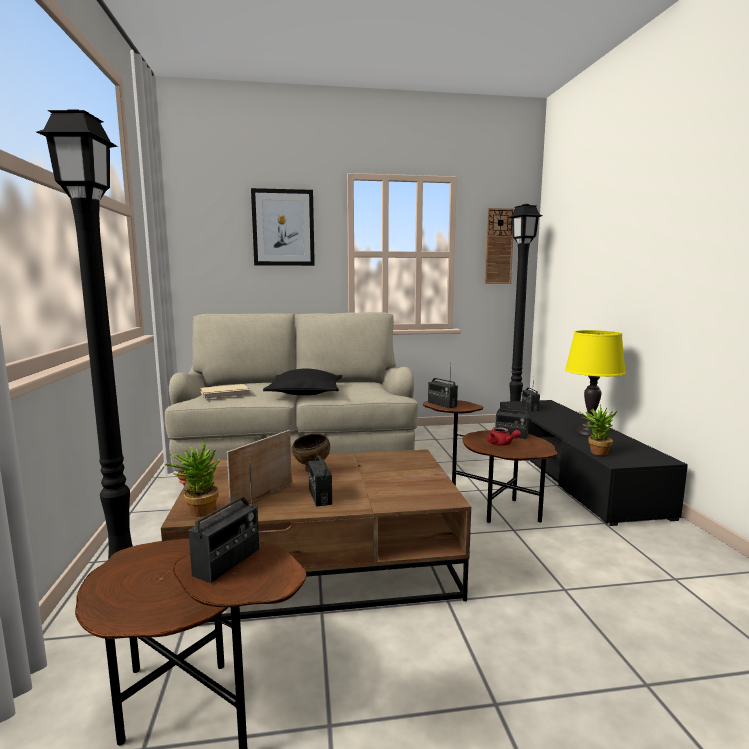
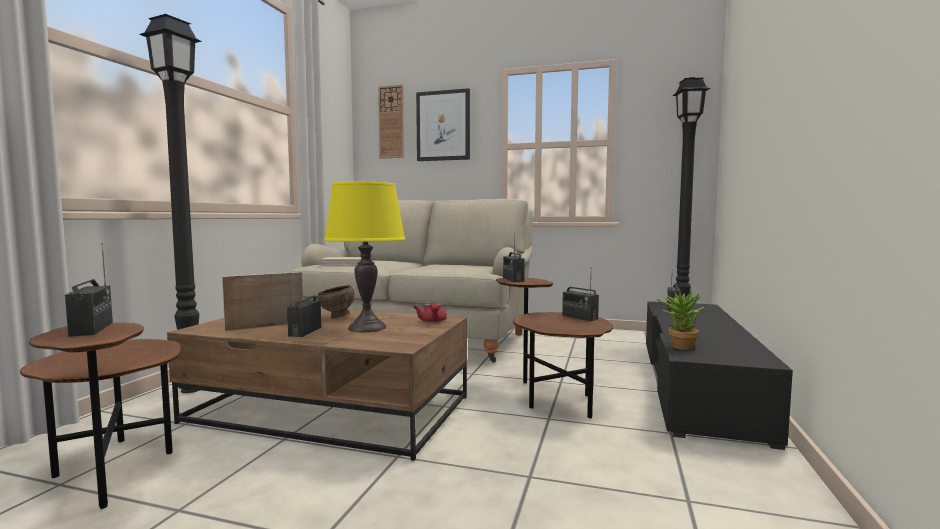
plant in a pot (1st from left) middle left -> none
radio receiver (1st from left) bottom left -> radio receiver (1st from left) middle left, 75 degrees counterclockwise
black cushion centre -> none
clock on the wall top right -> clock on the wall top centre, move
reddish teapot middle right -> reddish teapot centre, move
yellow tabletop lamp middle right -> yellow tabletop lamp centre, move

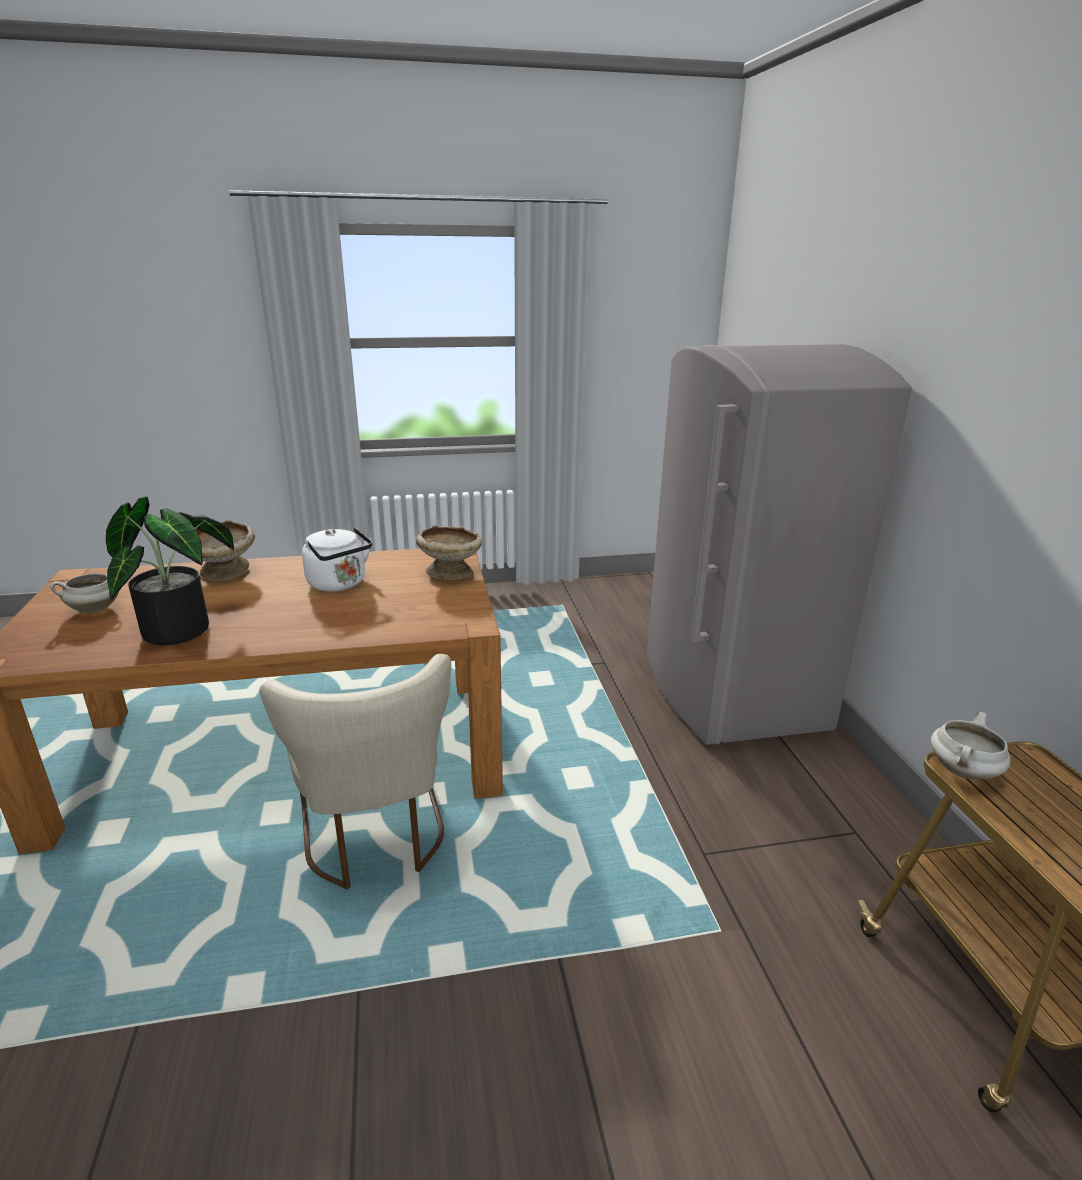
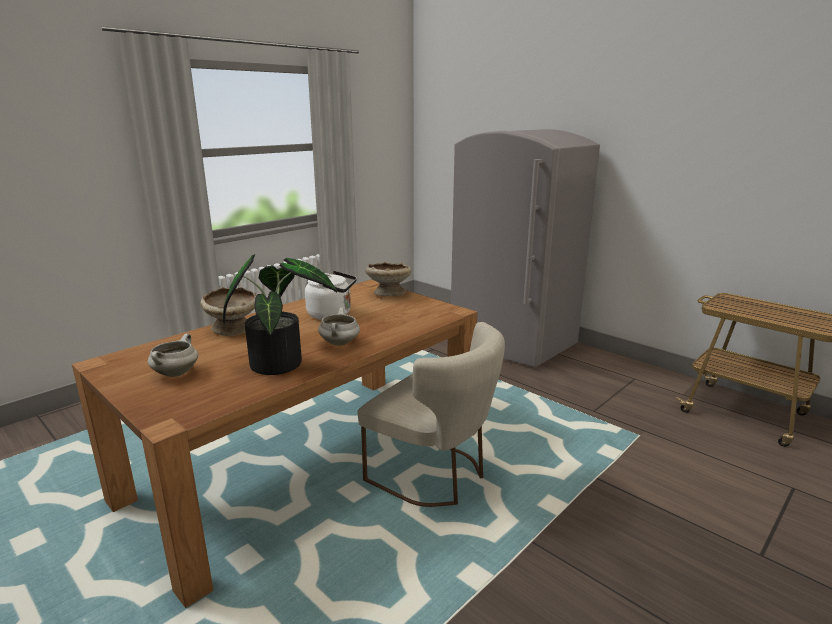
white cooking pot (2nd from left) middle right -> white cooking pot (2nd from left) centre, move

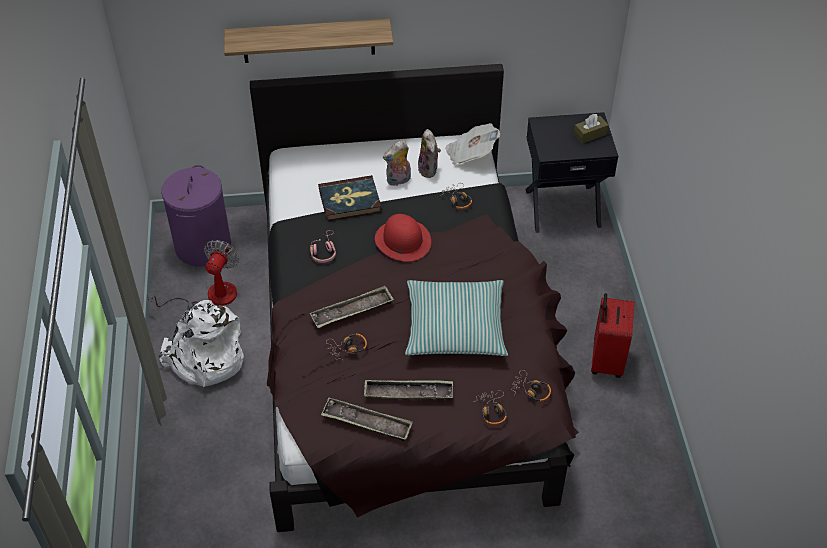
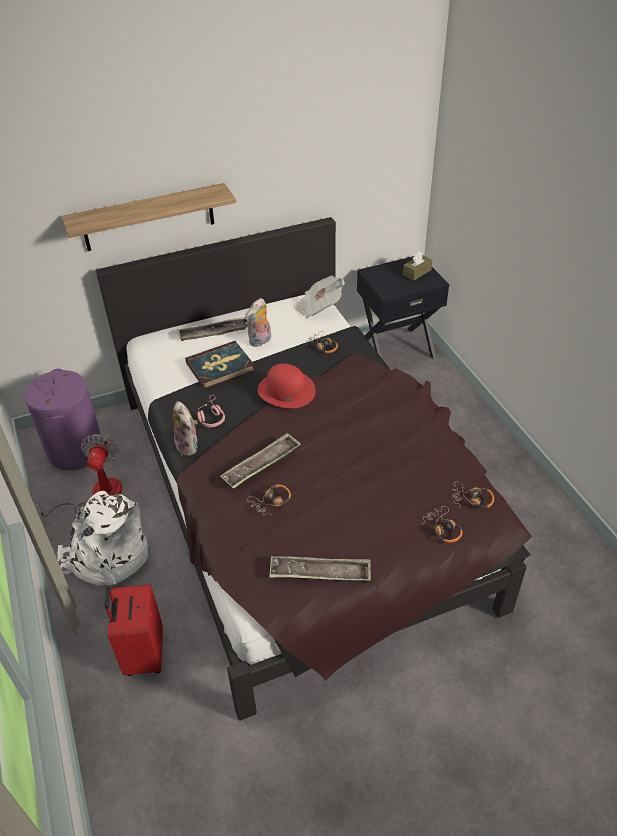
carrying tray (3rd from left in the first image) bottom centre -> carrying tray (1st from left) centre, move
cushion centre -> none
soft toy (2nd from left in the first image) top centre -> soft toy (1st from left) middle left, move
reddish travel case middle right -> reddish travel case bottom left, move

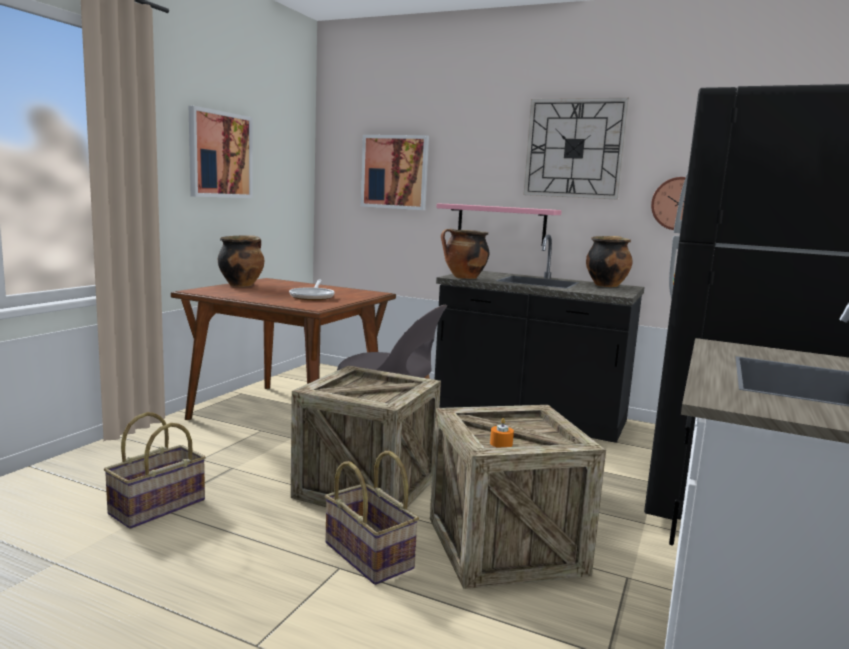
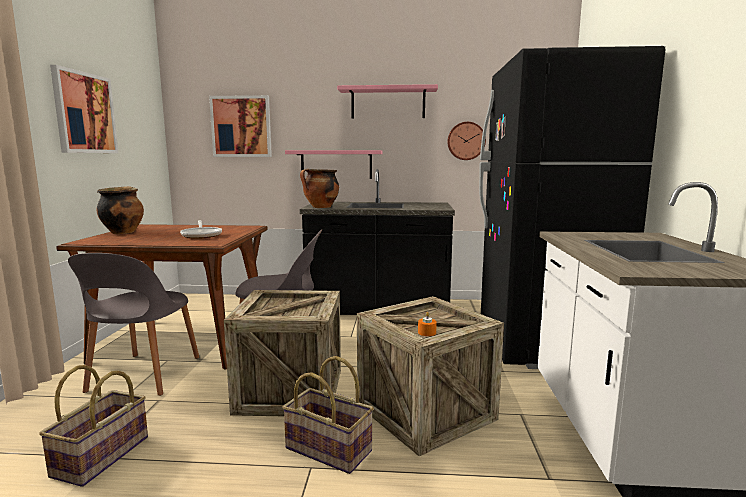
clock on the wall (1st from left) top right -> pink shelf (2nd from left) top centre
cooking pot (3rd from left) middle right -> none
none -> gray chair (1st from left) middle left

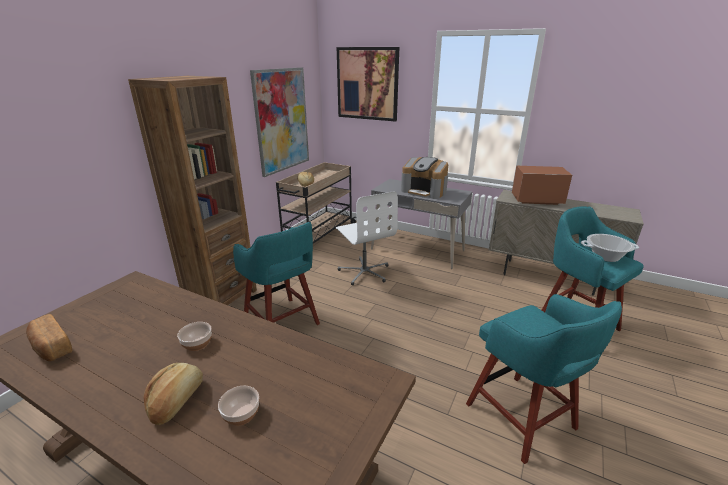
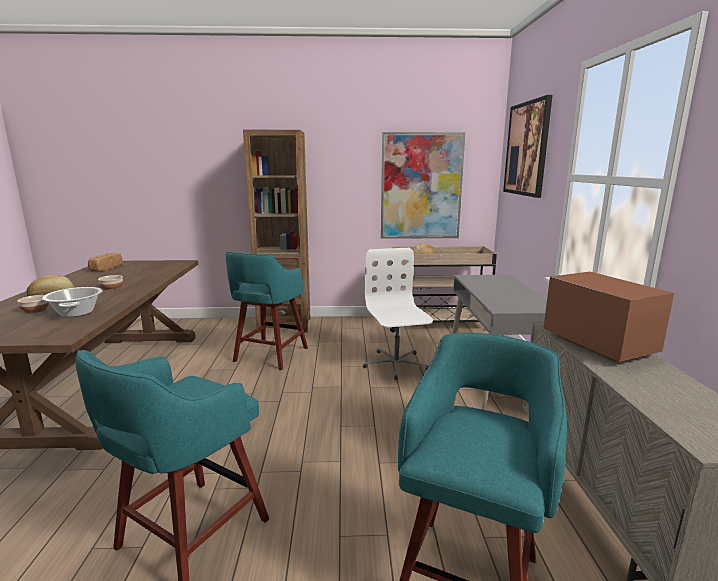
white office chair centre, 135 degrees clockwise
coffee maker centre -> none
cooking pot middle right -> cooking pot middle left, move

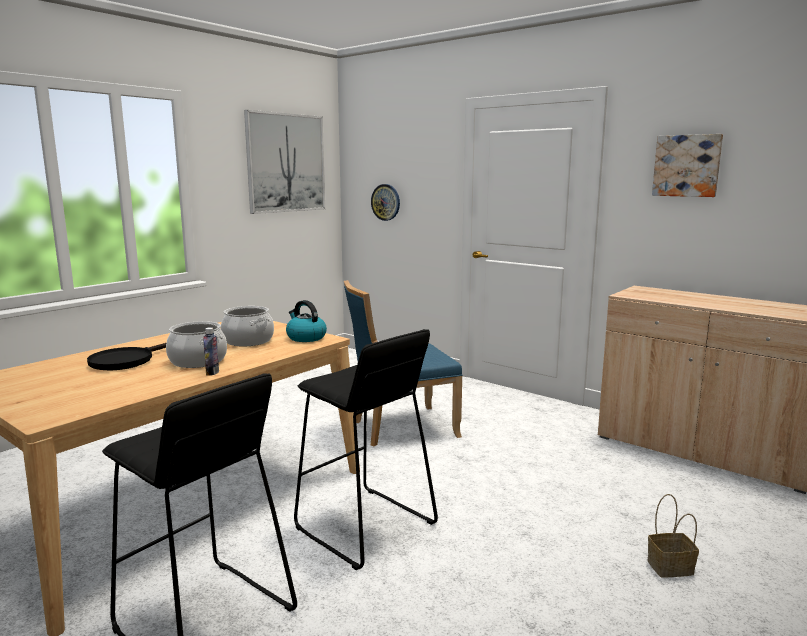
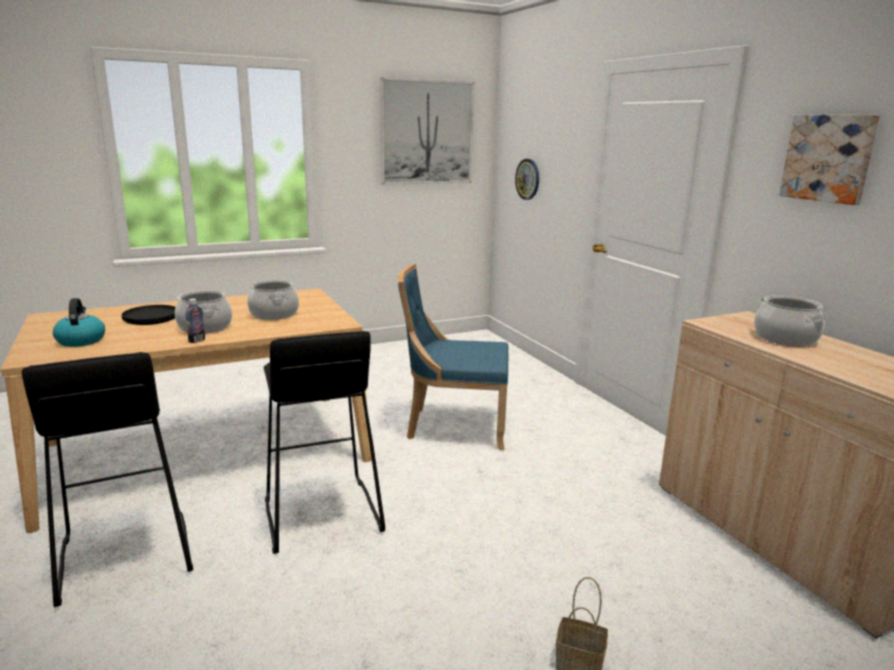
tea kettle centre -> tea kettle middle left, move
none -> cooking pot (3rd from left) middle right

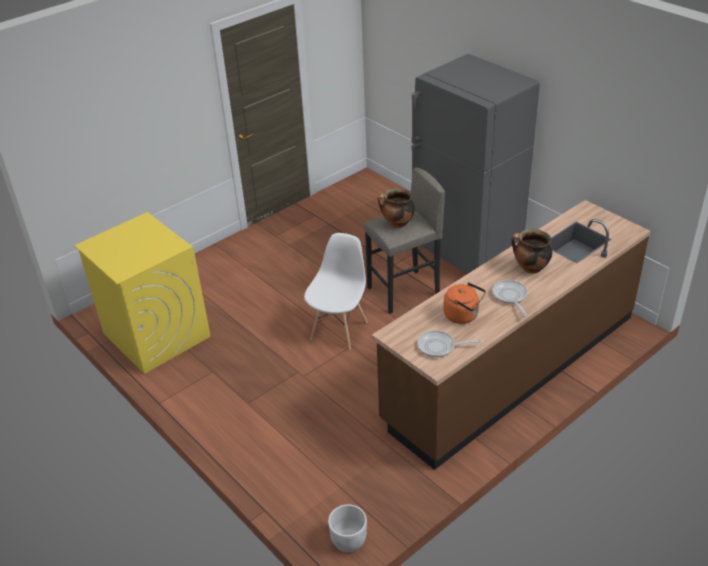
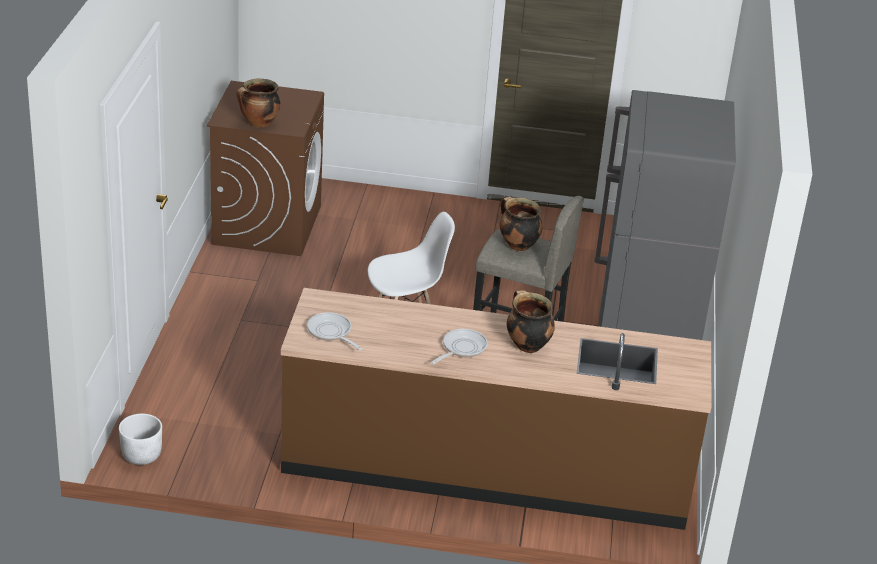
yellow laundry machine middle left -> brown laundry machine top left
orangey tea kettle centre -> none
none -> cooking pot (1st from left) top left

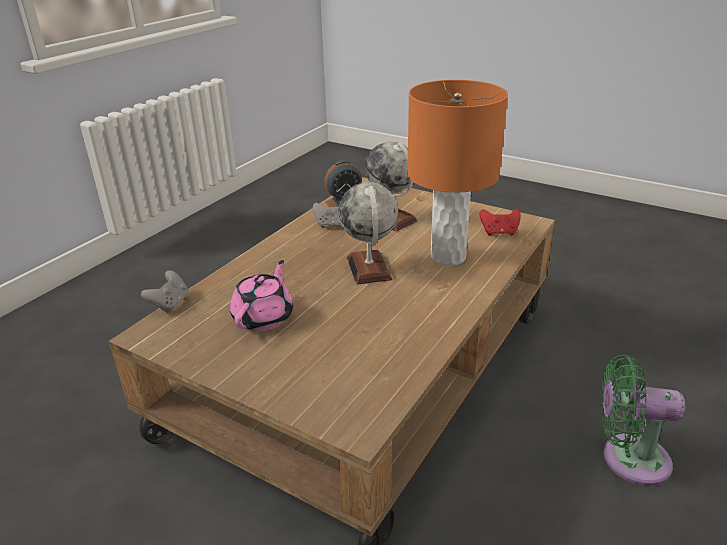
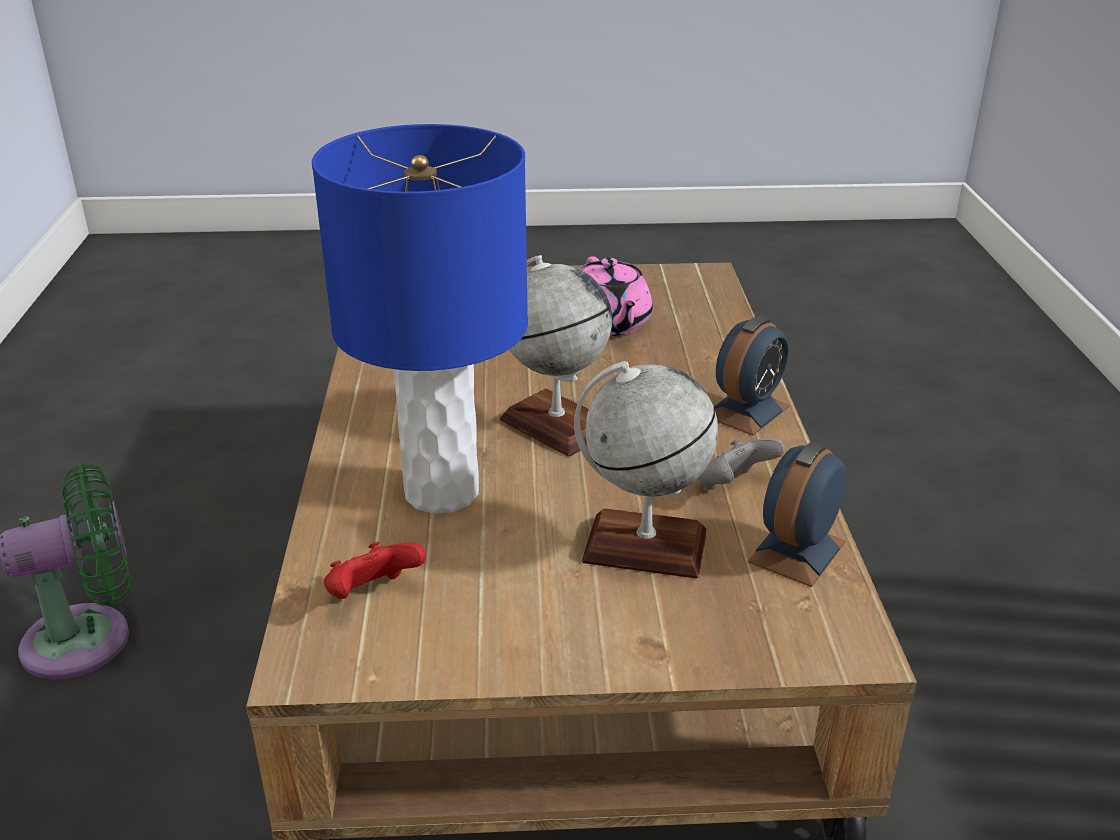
gray joypad (1st from left) middle left -> none
orangey tabletop lamp top centre -> blue tabletop lamp centre
none -> table clock (1st from left) middle right

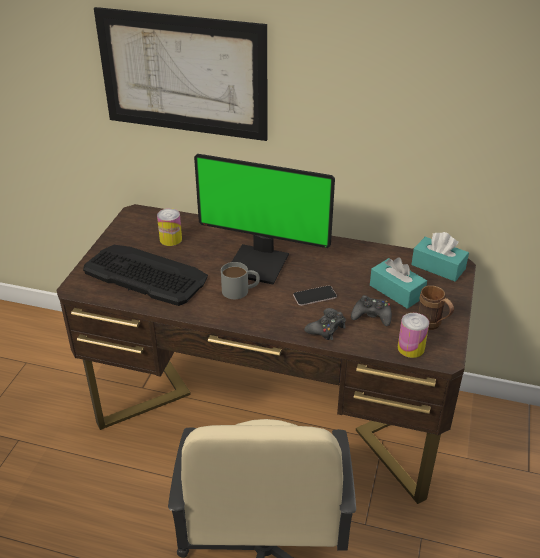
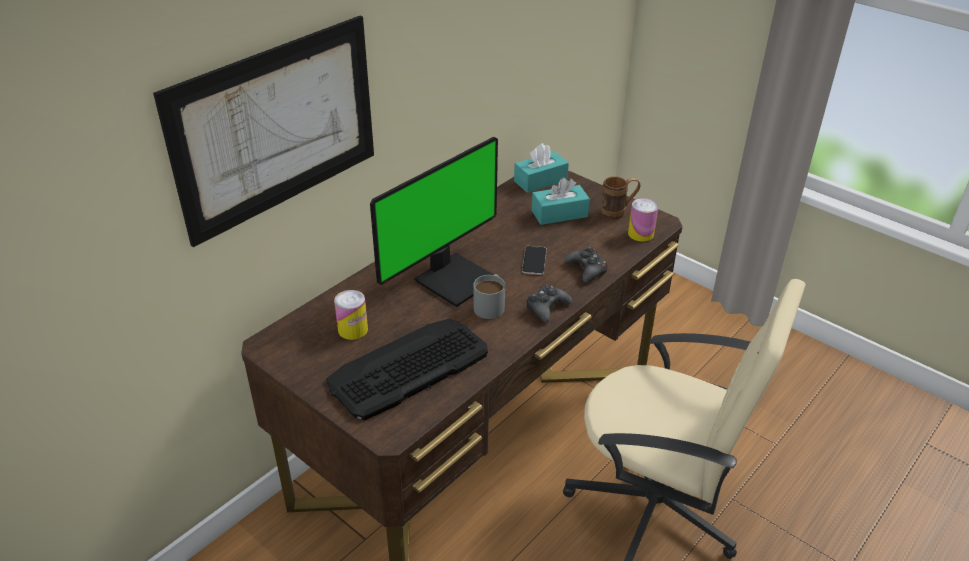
black joypad (2nd from left in the first image) middle right -> black joypad (1st from left) centre, move

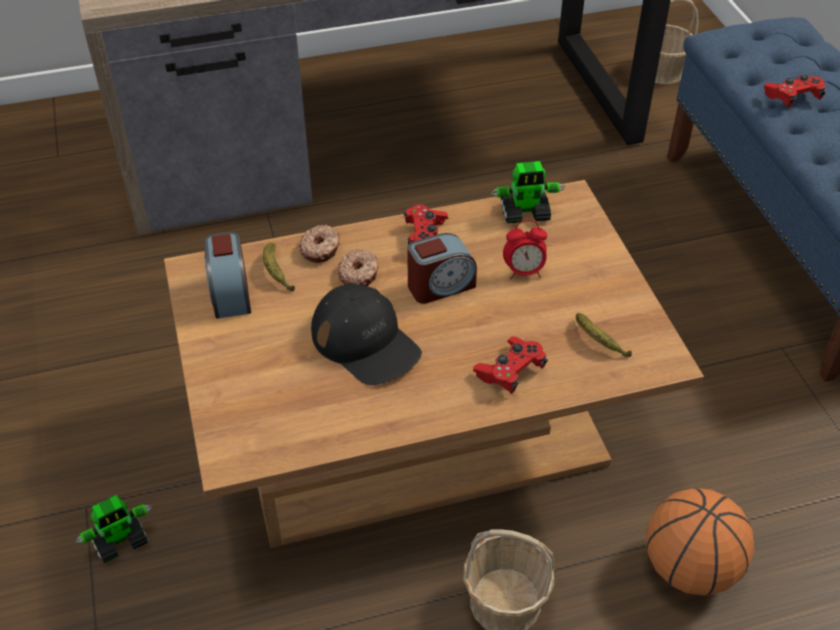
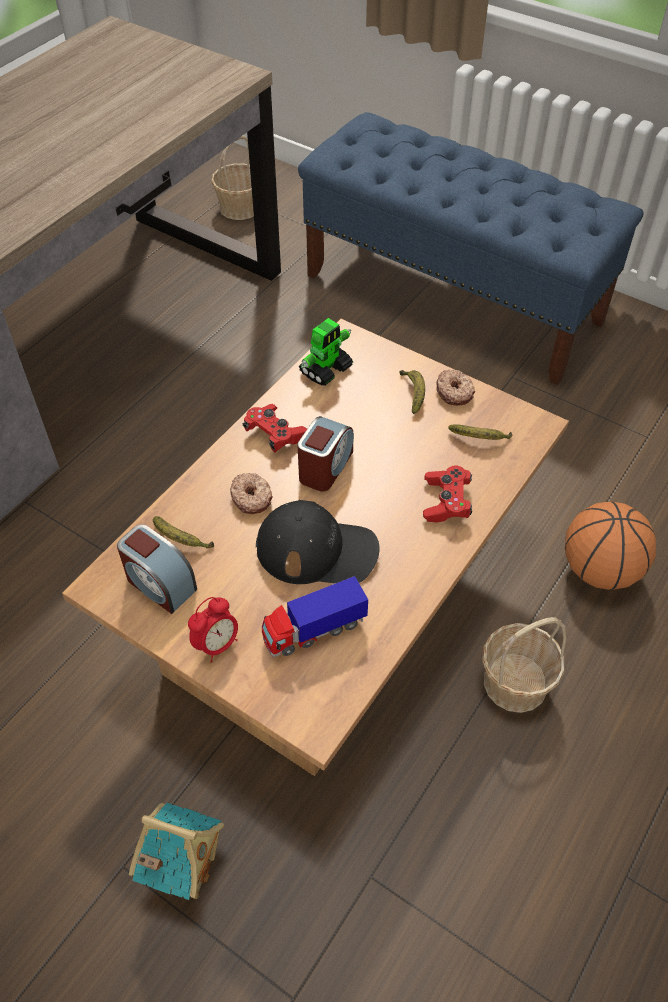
toy robot (1st from left) bottom left -> toy house bottom left
donut (1st from left in the first image) centre -> donut (2nd from left) middle right, move
table clock (3rd from left in the first image) centre -> table clock (2nd from left) middle left, move
reddish joypad (3rd from left) top right -> none
none -> toy lorry centre
none -> whole banana (2nd from left) centre

